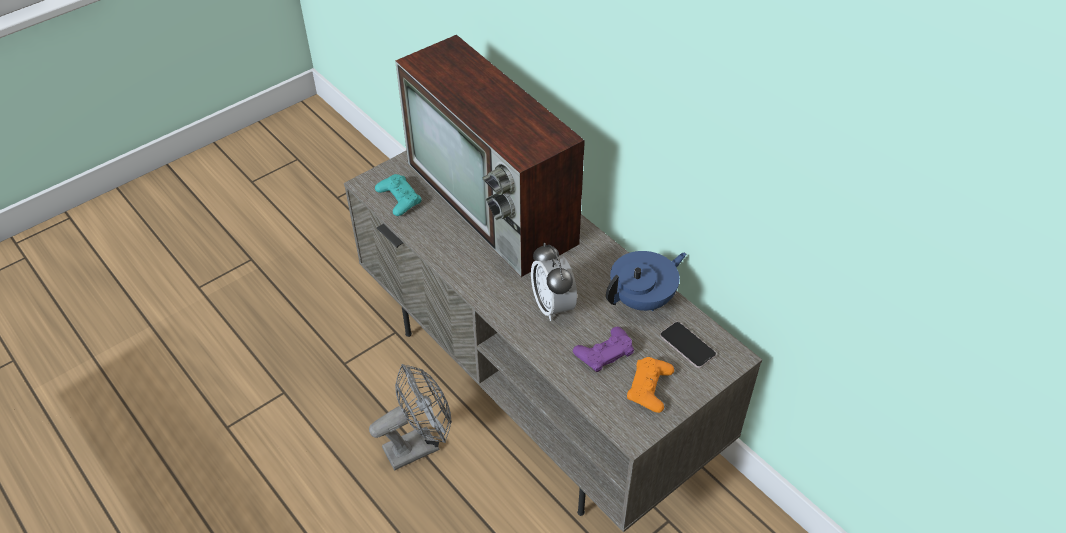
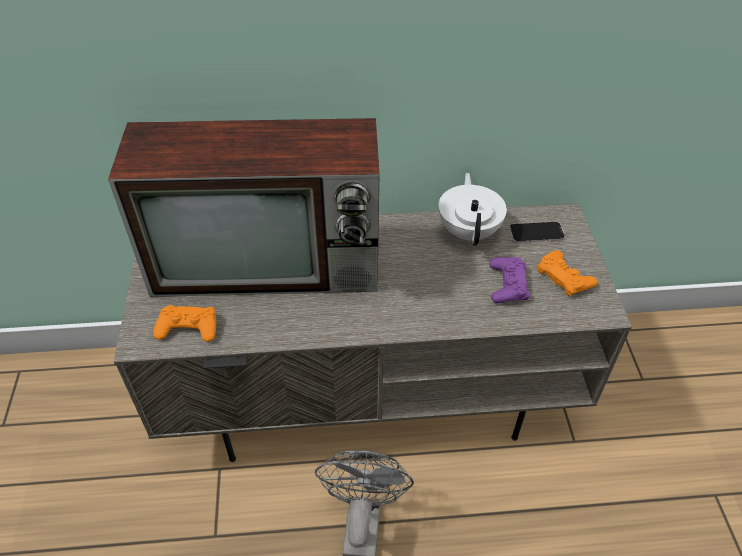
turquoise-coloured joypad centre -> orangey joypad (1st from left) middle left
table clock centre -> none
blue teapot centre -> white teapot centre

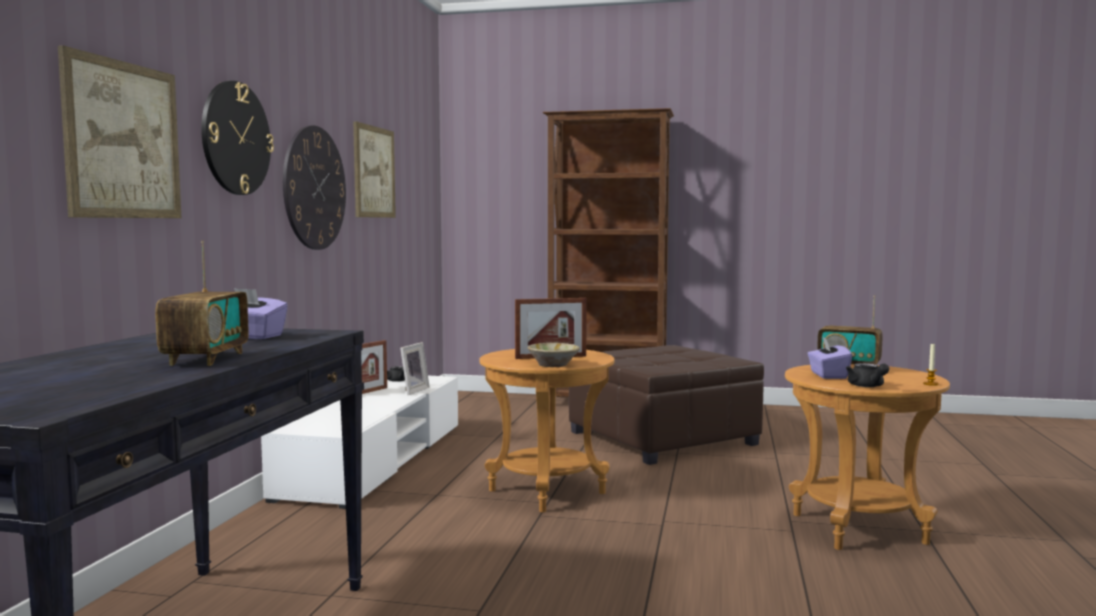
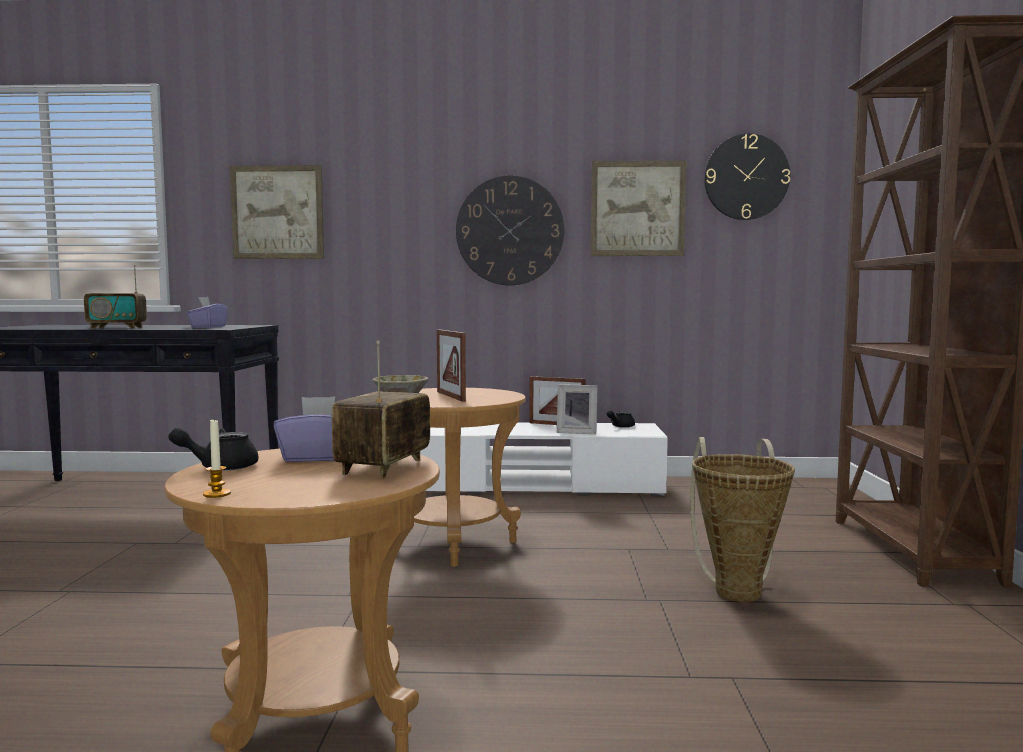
clock on the wall (1st from left in the first image) top left -> clock on the wall (2nd from left) top right, move
brown pouffe centre -> basket bottom right

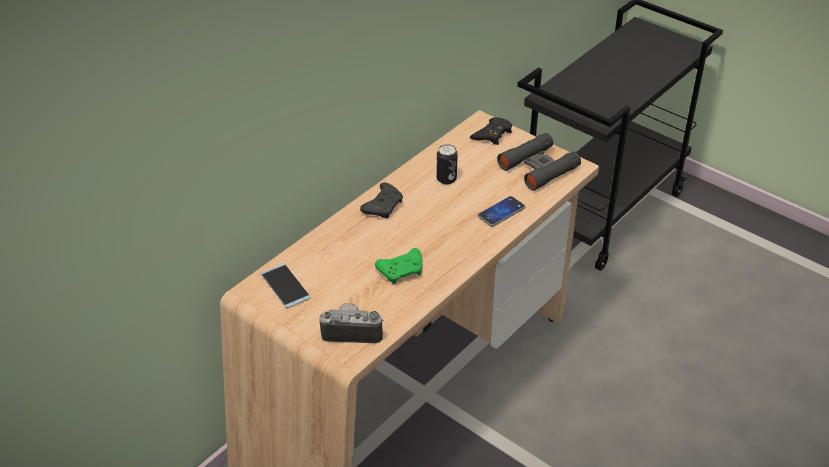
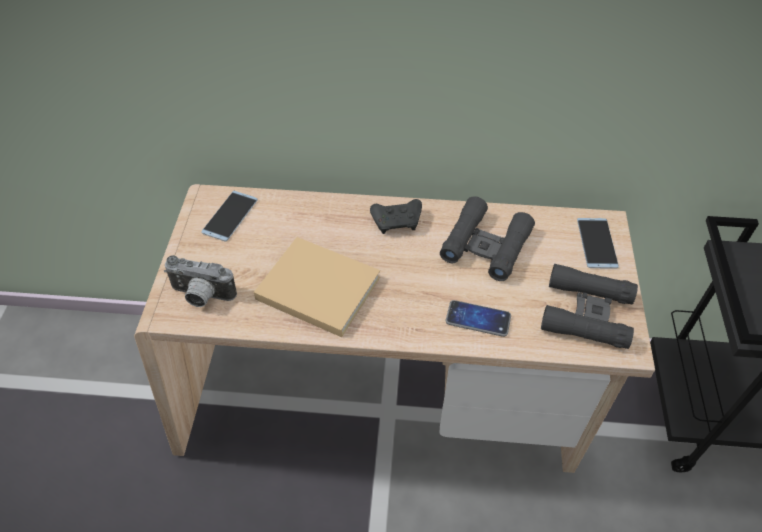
still camera bottom centre -> still camera middle left, 135 degrees clockwise
green-coloured joypad centre -> beige-coloured volume centre
can centre -> black pair of binoculars (1st from left) centre
black joypad (2nd from left) top centre -> telephone (3rd from left) middle right

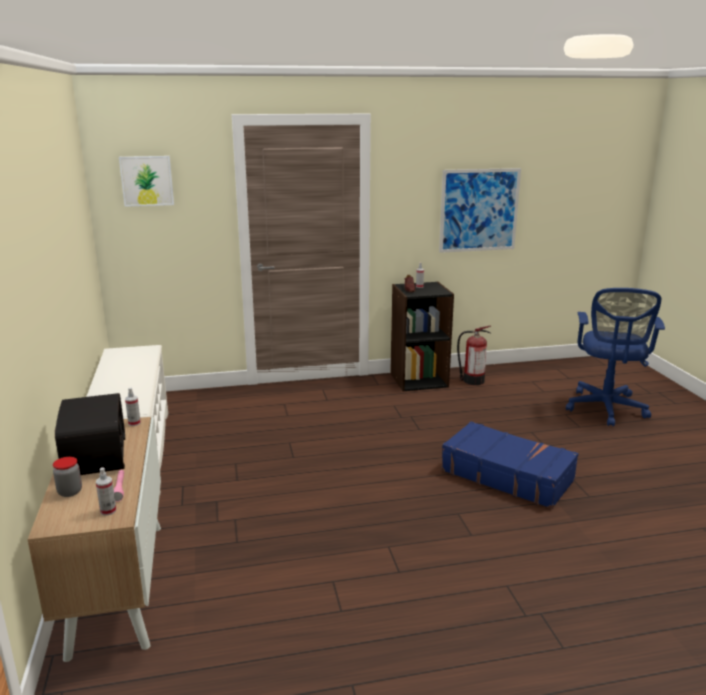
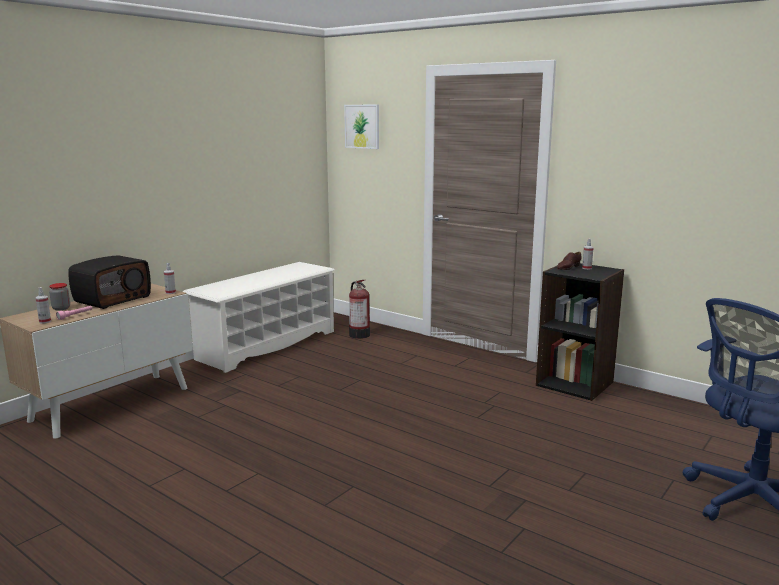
wall picture (2nd from left) top right -> none
blue travel case bottom right -> none
extinguisher middle right -> extinguisher centre, move

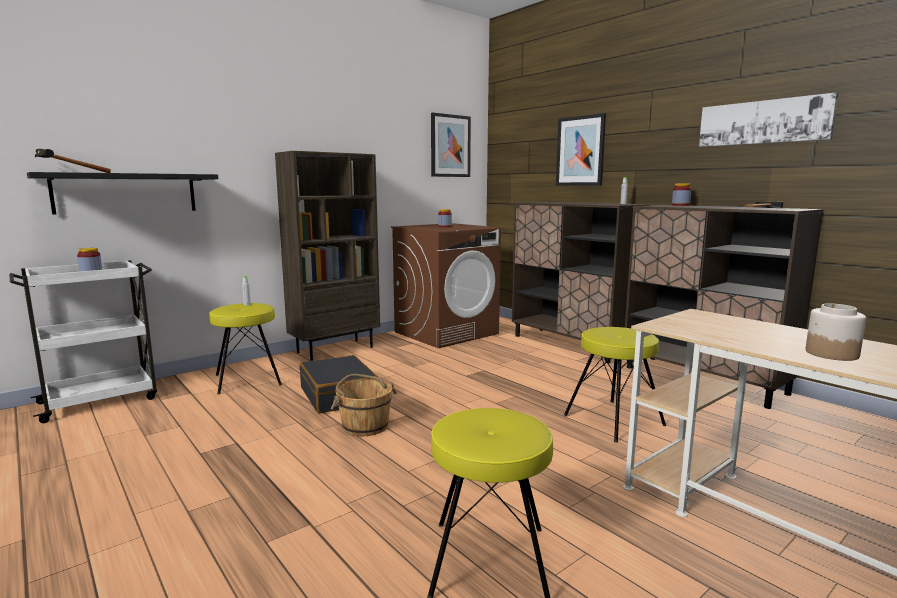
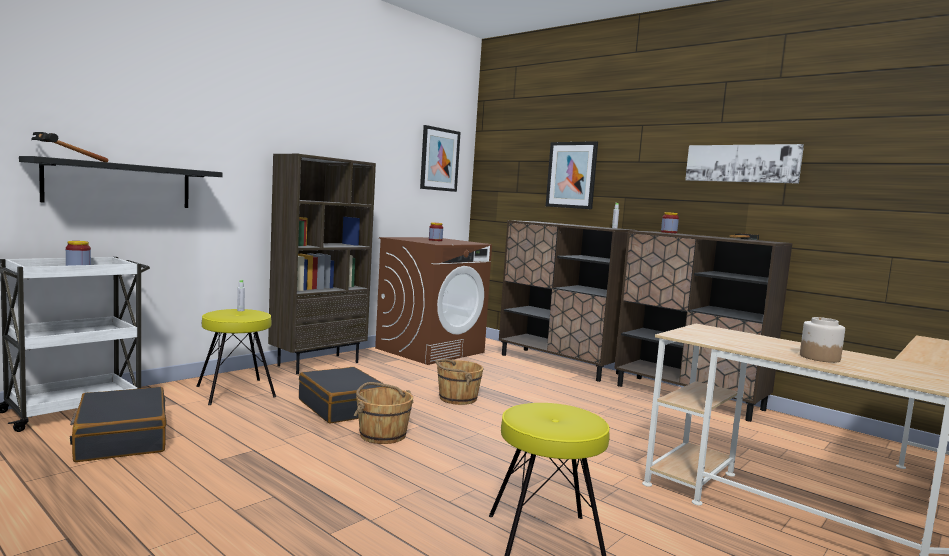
yellow sitting stool (3rd from left) middle right -> none
none -> black travel case (1st from left) bottom left
none -> brown water bucket (2nd from left) bottom centre

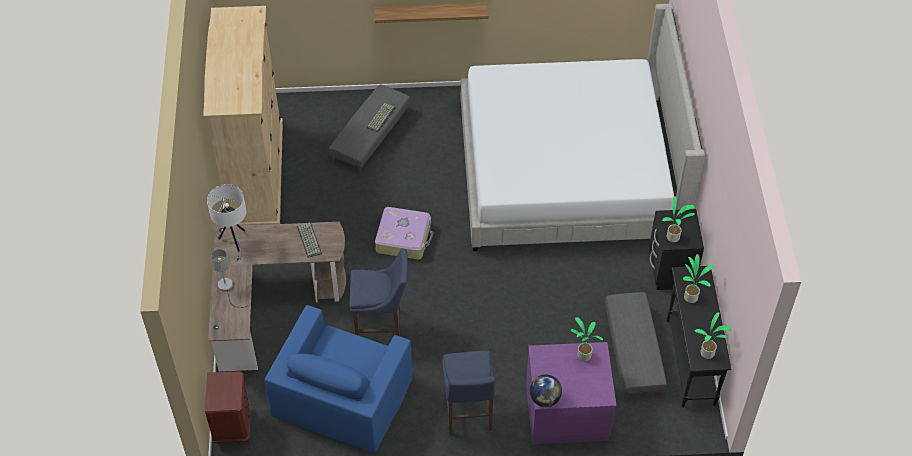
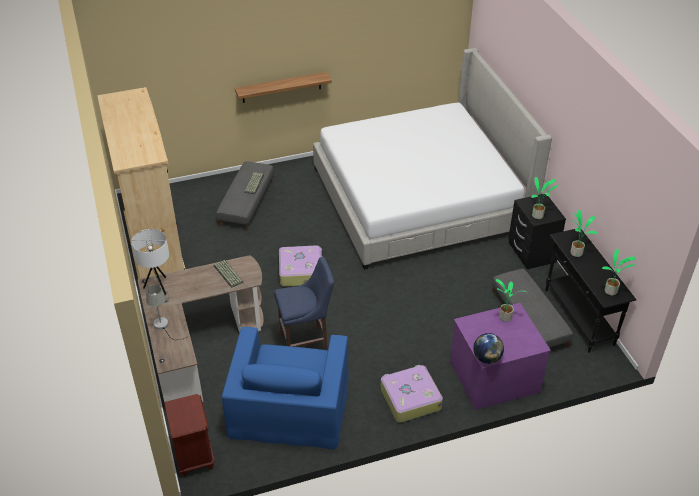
blue sitting stool (2nd from left) bottom centre -> travel case (2nd from left) bottom centre

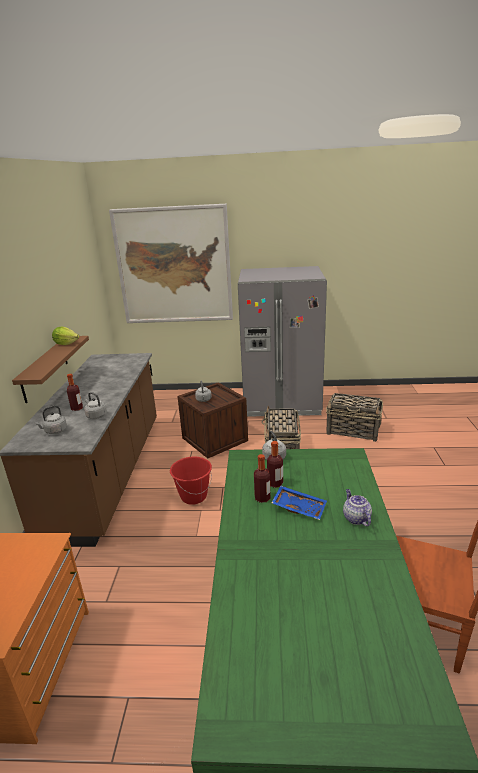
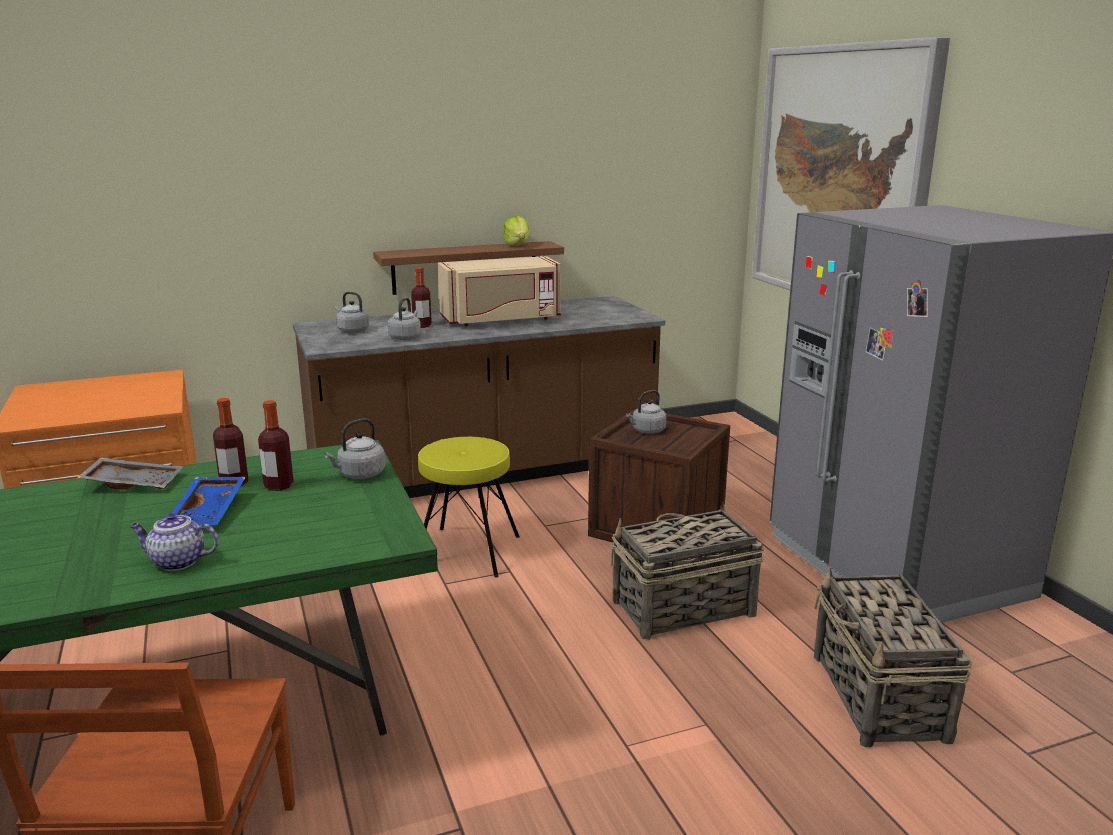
reddish water bucket centre -> yellow sitting stool centre
teapot middle right -> teapot middle left, 135 degrees counterclockwise
none -> gray carrying tray middle left
none -> beige-coloured microwave oven centre

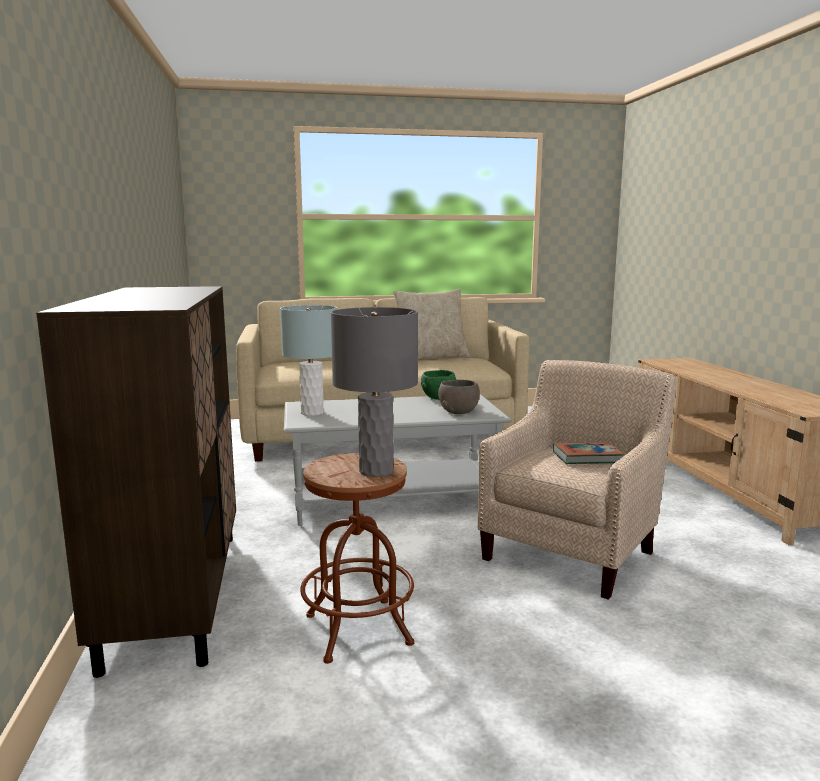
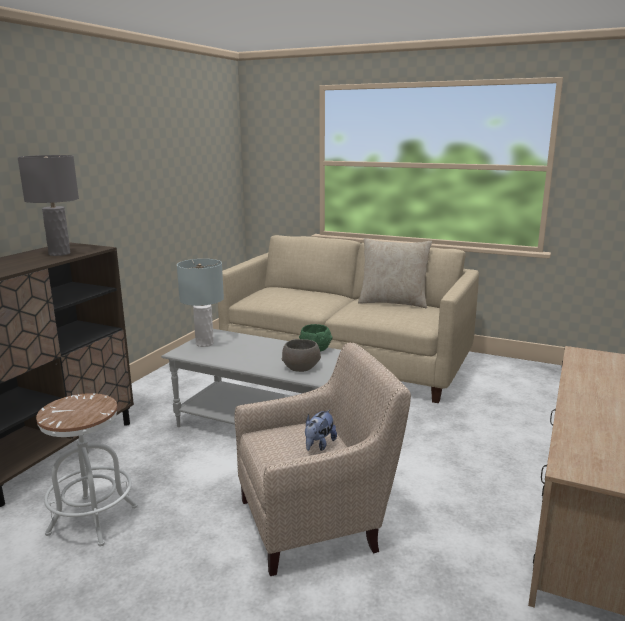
brown sitting stool bottom centre -> white sitting stool bottom left
gray tabletop lamp (2nd from left in the first image) centre -> gray tabletop lamp (1st from left) top left, move
volume middle right -> soft toy bottom centre

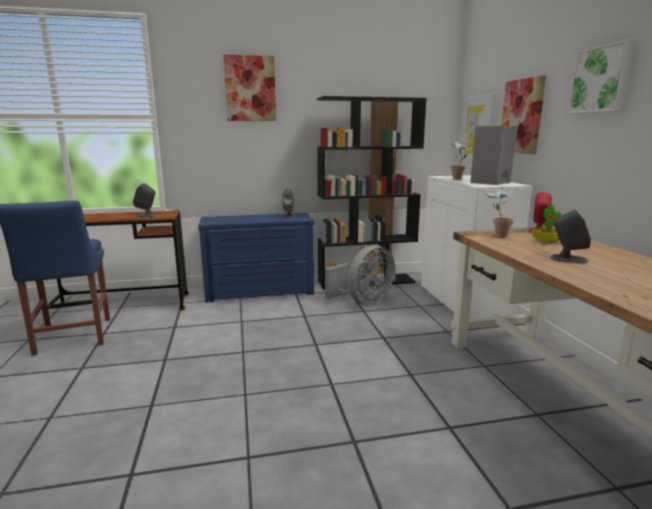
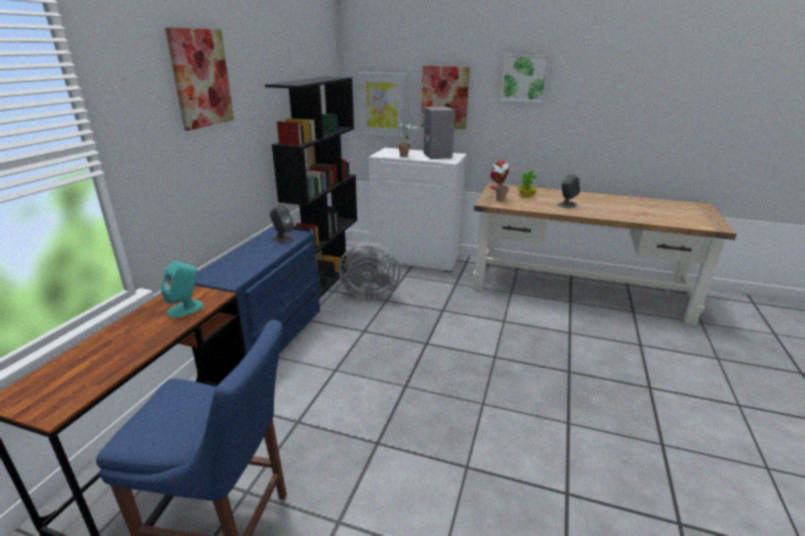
gray loudspeaker (1st from left) middle left -> turquoise-coloured loudspeaker middle left
gray fan centre, 105 degrees clockwise

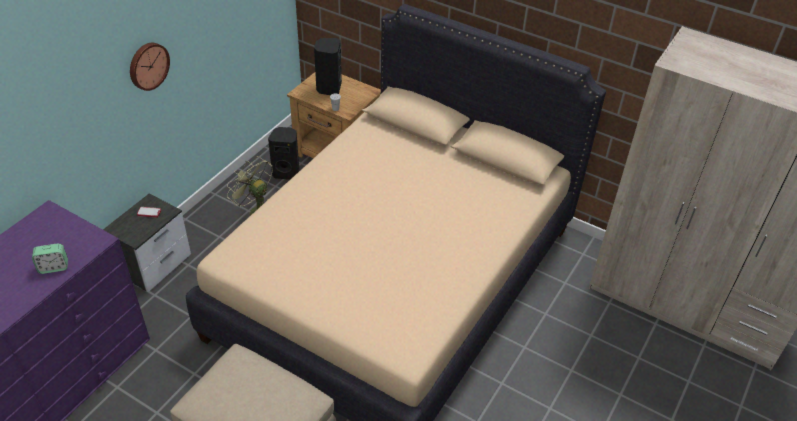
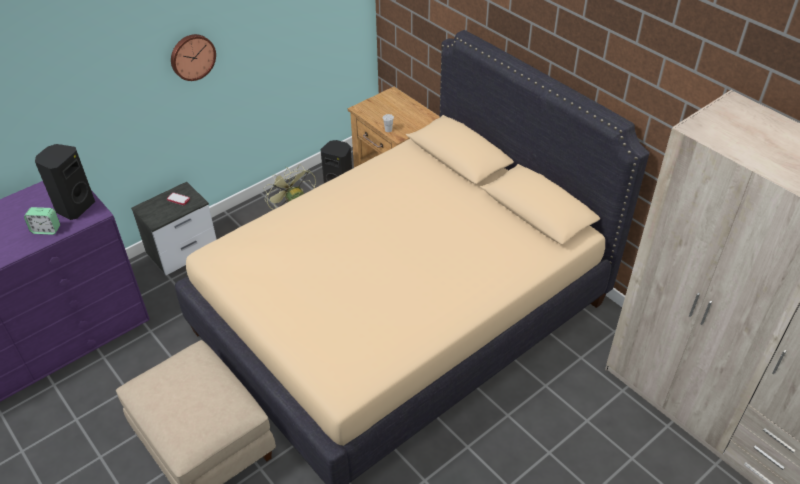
black loudspeaker (2nd from left in the first image) top centre -> black loudspeaker (1st from left) middle left, move

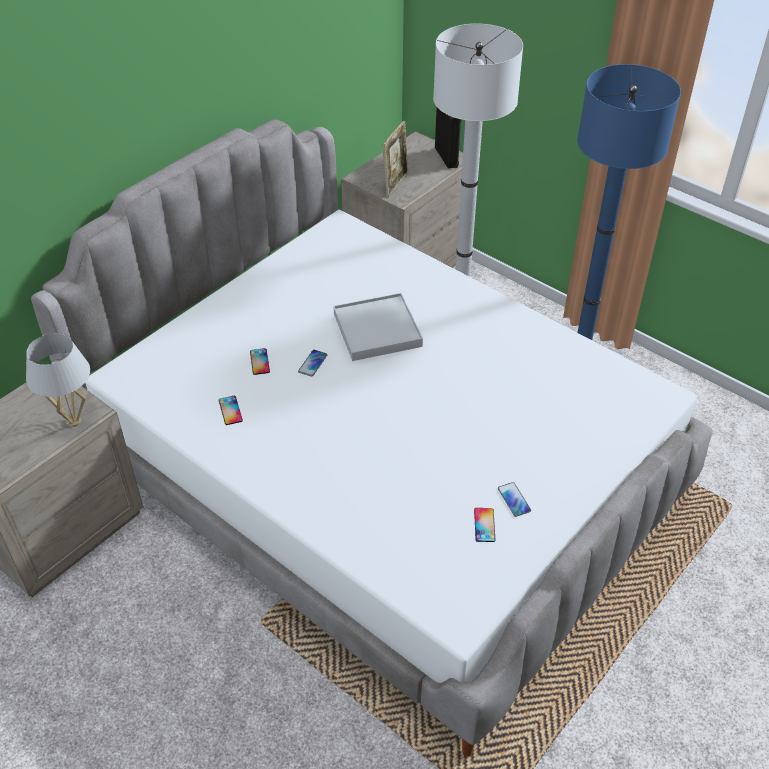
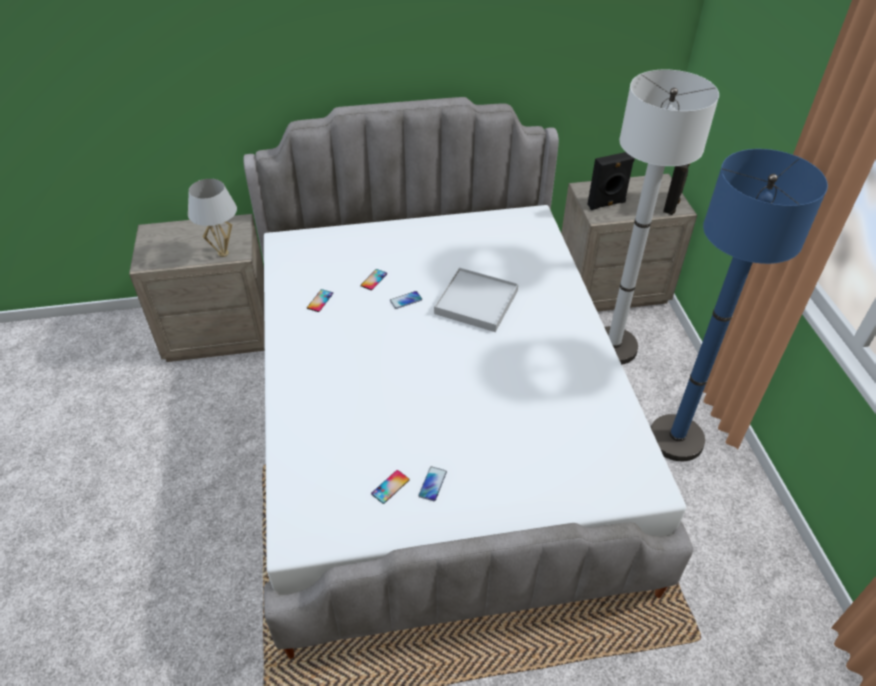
picture frame top centre -> black loudspeaker (1st from left) top right

